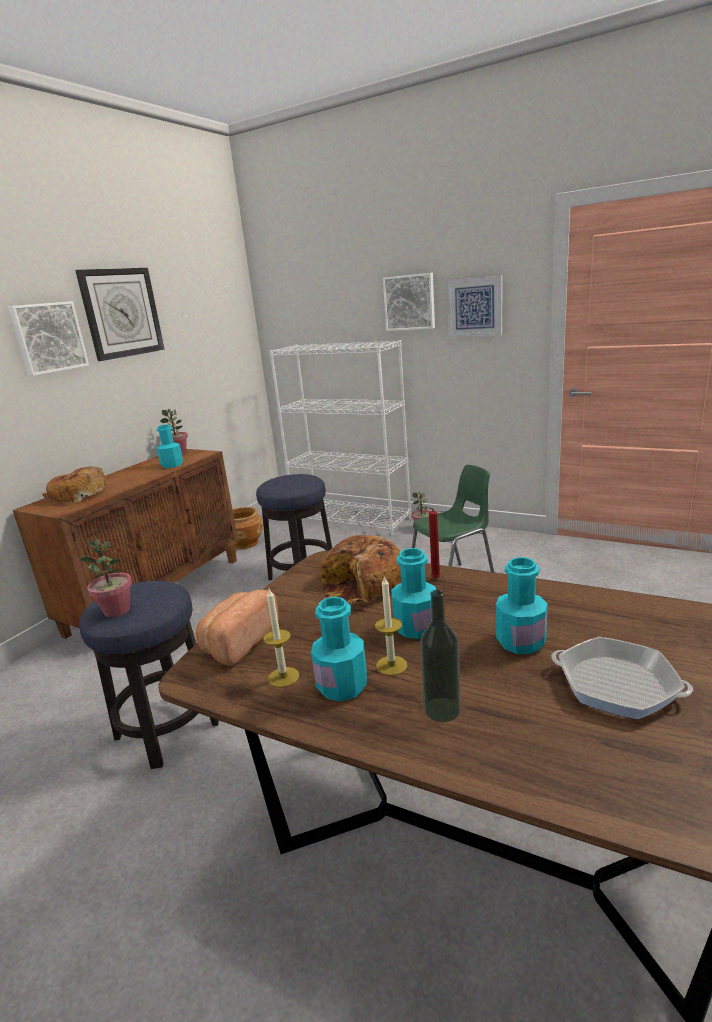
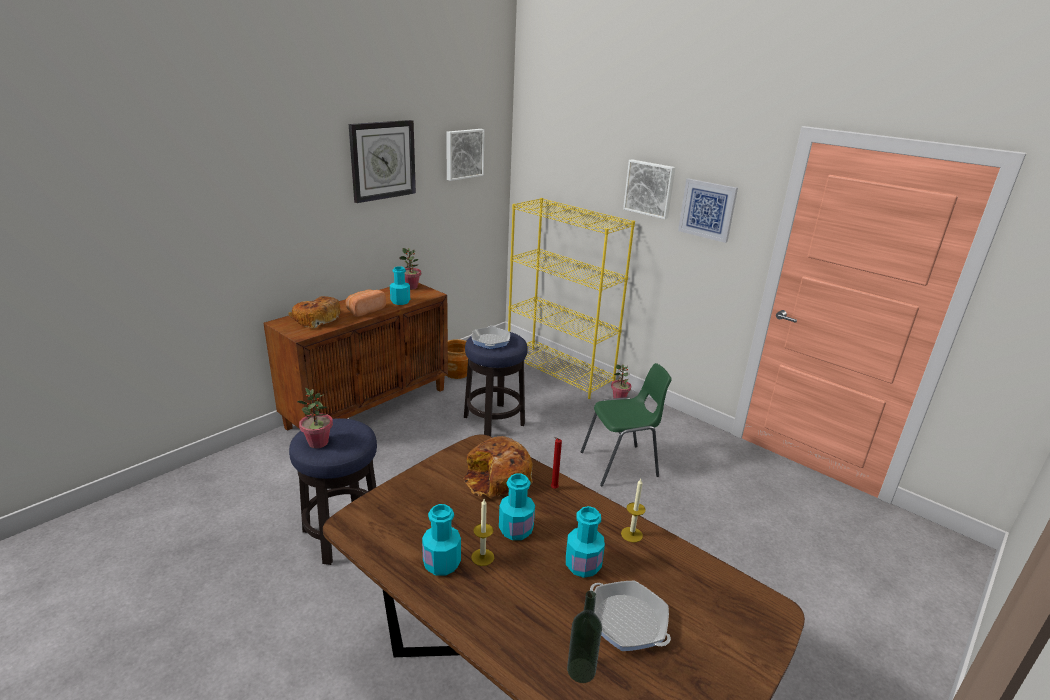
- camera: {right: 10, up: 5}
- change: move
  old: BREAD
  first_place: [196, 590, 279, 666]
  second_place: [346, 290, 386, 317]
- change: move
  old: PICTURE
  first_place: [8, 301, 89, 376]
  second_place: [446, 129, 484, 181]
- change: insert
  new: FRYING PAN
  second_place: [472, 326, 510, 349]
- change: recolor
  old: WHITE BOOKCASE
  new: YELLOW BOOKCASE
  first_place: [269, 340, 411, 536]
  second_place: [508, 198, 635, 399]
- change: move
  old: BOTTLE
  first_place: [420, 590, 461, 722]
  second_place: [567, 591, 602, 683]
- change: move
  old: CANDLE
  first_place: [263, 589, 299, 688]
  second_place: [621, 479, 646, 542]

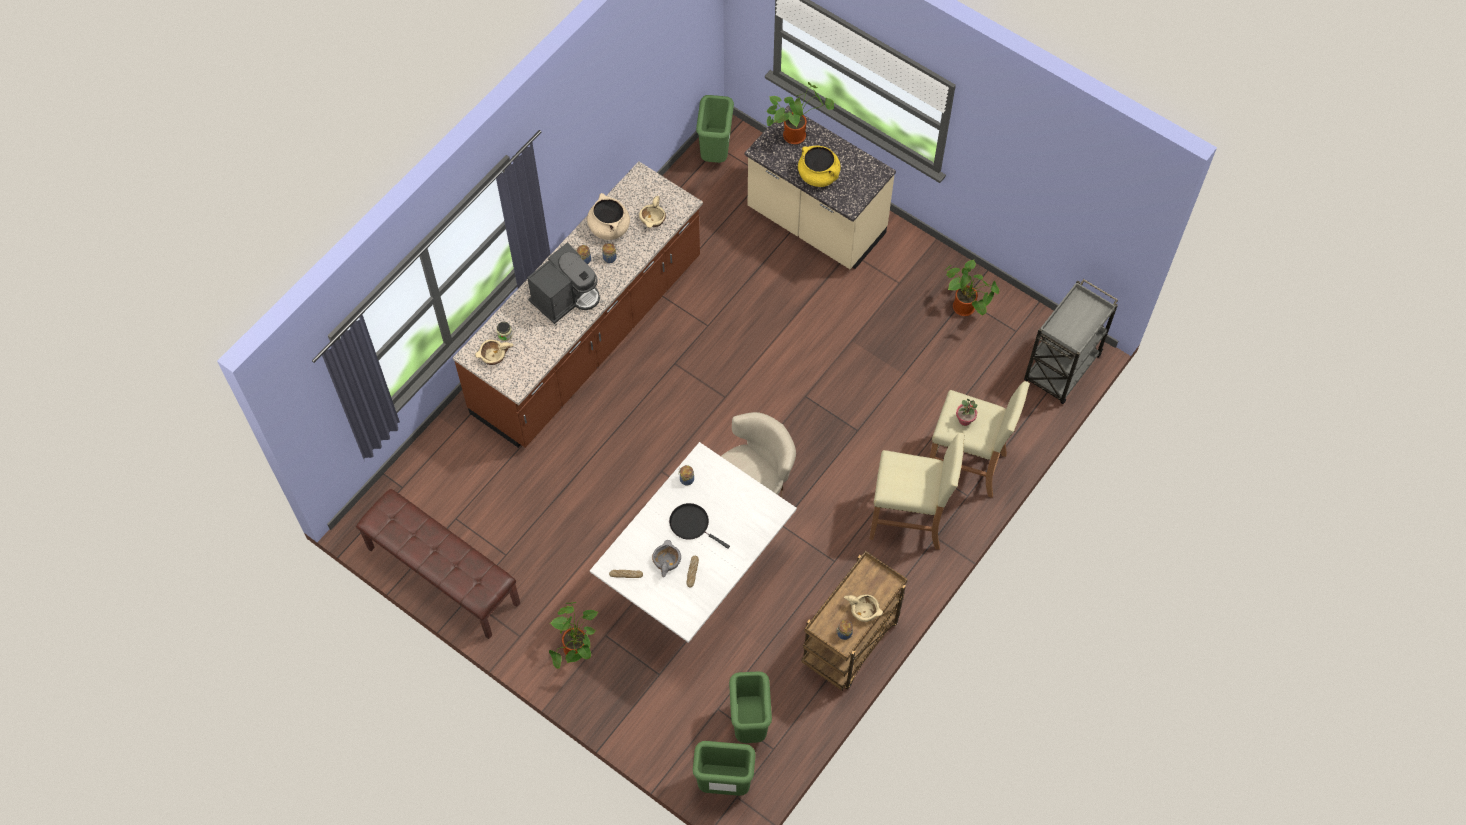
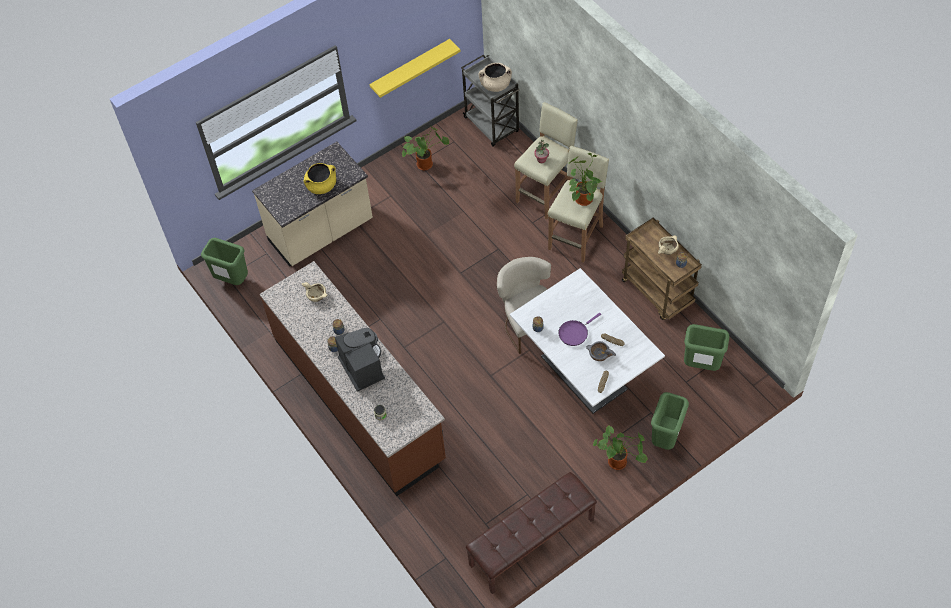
- camera: {right: -70, up: -5}
- change: insert
  new: YELLOW SHELF
  second_place: [369, 39, 461, 98]
- change: move
  old: BEIGE COOKING POT
  first_place: [587, 193, 630, 240]
  second_place: [479, 63, 512, 92]
- change: recolor
  old: BLACK FRYING PAN
  new: PURPLE FRYING PAN
  first_place: [669, 503, 730, 549]
  second_place: [558, 313, 601, 346]
- change: move
  old: POTTED PLANT
  first_place: [766, 82, 834, 144]
  second_place: [569, 153, 602, 206]
- change: move
  old: GREEN TRASH CAN
  first_place: [693, 741, 756, 796]
  second_place: [651, 392, 689, 450]
- change: delete
  old: BEIGE BOWL
  first_place: [475, 340, 514, 365]

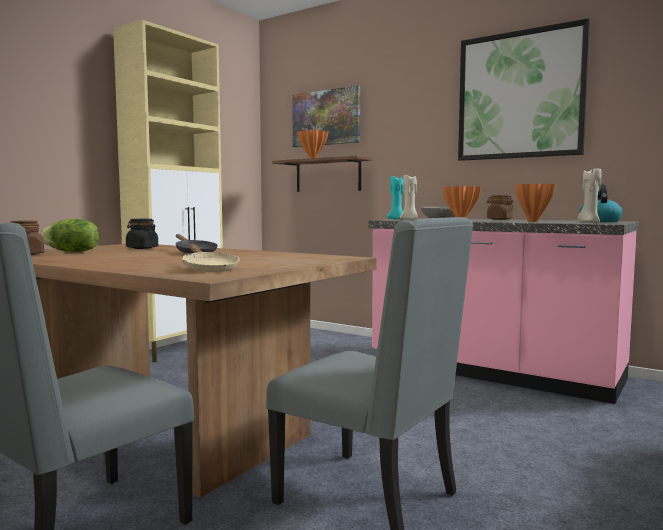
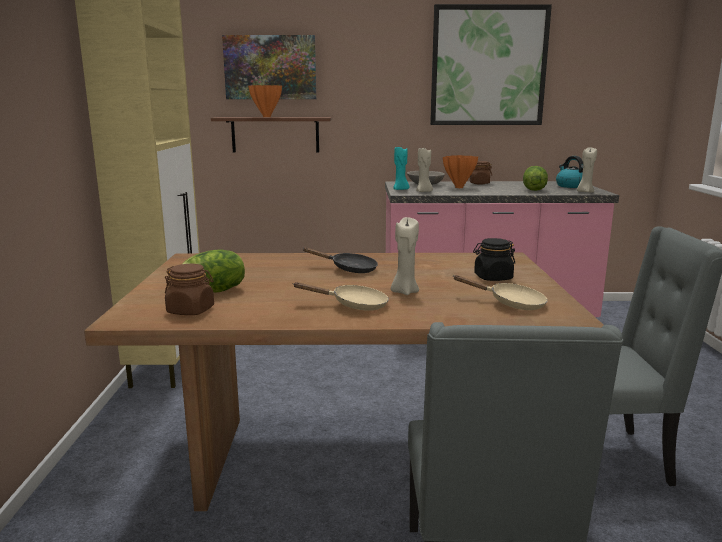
- camera: {right: -35, up: 10}
- change: insert
  new: BEIGE FRYING PAN
  second_place: [292, 282, 389, 311]
- change: insert
  new: BEIGE CANDLE
  second_place: [391, 217, 419, 295]
- change: move
  old: BLACK JAR
  first_place: [126, 219, 158, 249]
  second_place: [473, 238, 515, 281]
- change: replace
  old: ORANGE VASE
  new: LETTUCE
  first_place: [515, 184, 556, 222]
  second_place: [523, 166, 548, 191]

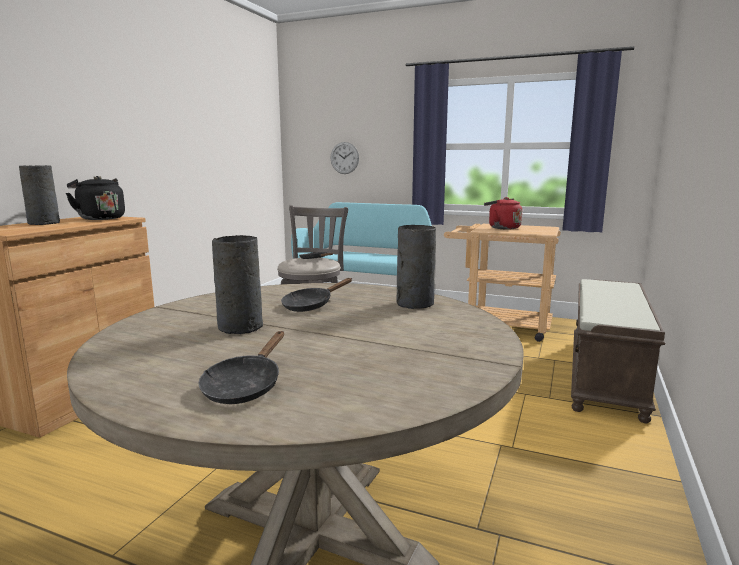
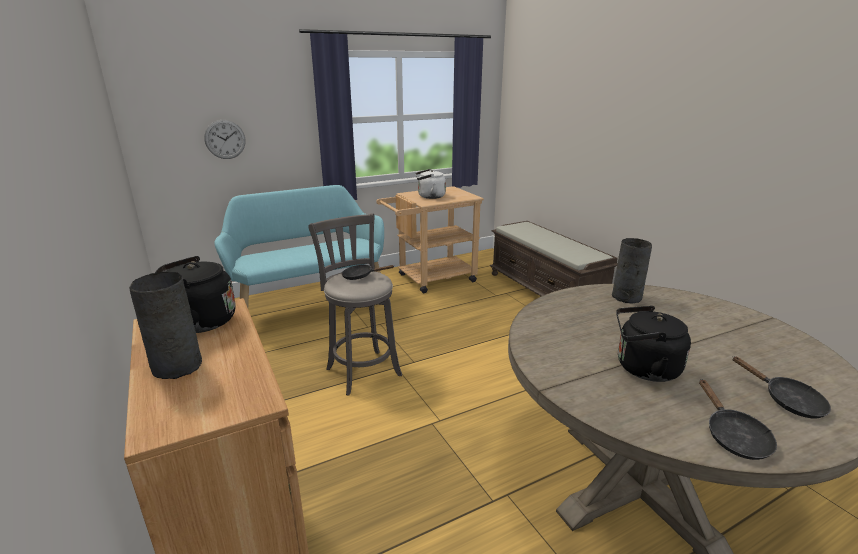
- camera: {right: -50, up: 10}
- change: recolor
  old: RED KETTLE
  new: WHITE KETTLE
  first_place: [484, 197, 522, 229]
  second_place: [415, 169, 446, 199]
- change: replace
  old: GREY VASE
  new: BLACK KETTLE
  first_place: [212, 235, 263, 334]
  second_place: [616, 306, 691, 382]
- change: move
  old: BLACK FRYING PAN
  first_place: [281, 278, 352, 312]
  second_place: [699, 379, 777, 460]

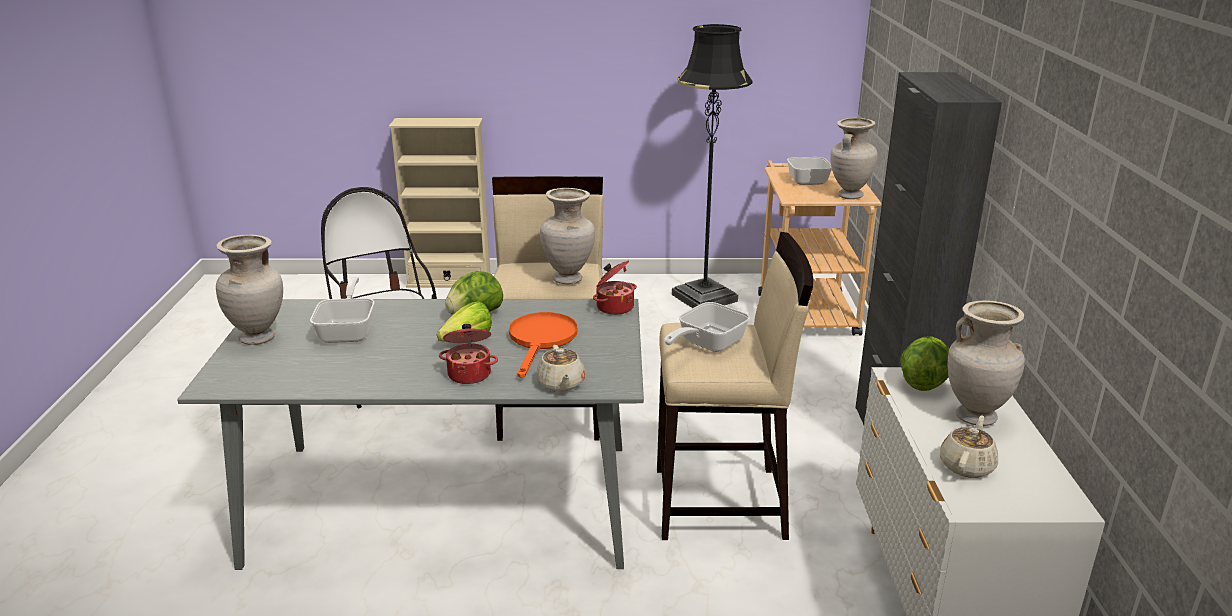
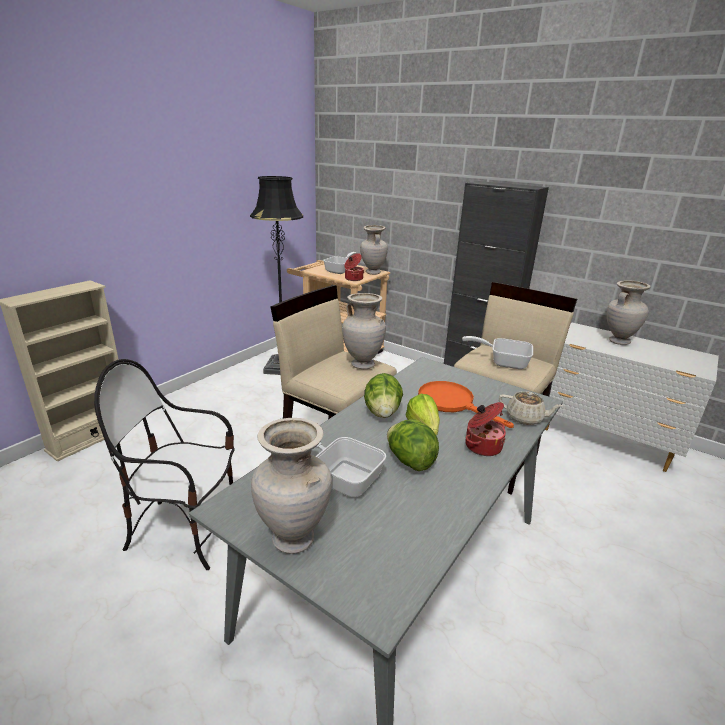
- camera: {right: -55, up: 0}
- change: move
  old: COOKING POT
  first_place: [593, 260, 637, 315]
  second_place: [345, 253, 364, 281]
- change: move
  old: LETTUCE
  first_place: [900, 336, 949, 391]
  second_place: [387, 419, 439, 471]
- change: rotate
  old: FRYING PAN
  first_place: [664, 302, 750, 352]
  second_place: [462, 336, 533, 369]
  degrees: 120
- change: delete
  old: BEIGE TEAPOT
  first_place: [940, 415, 998, 478]

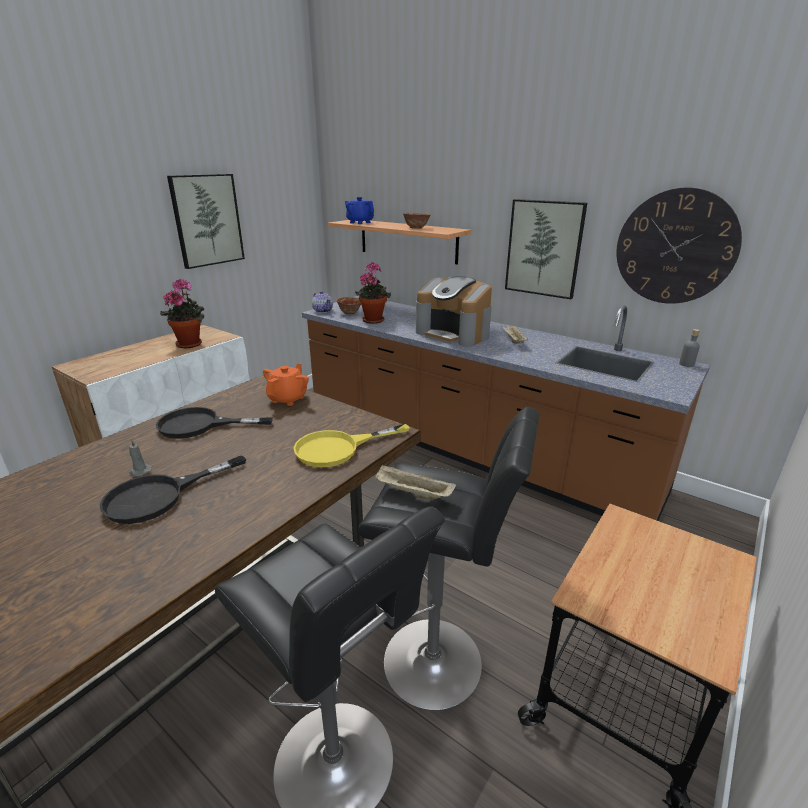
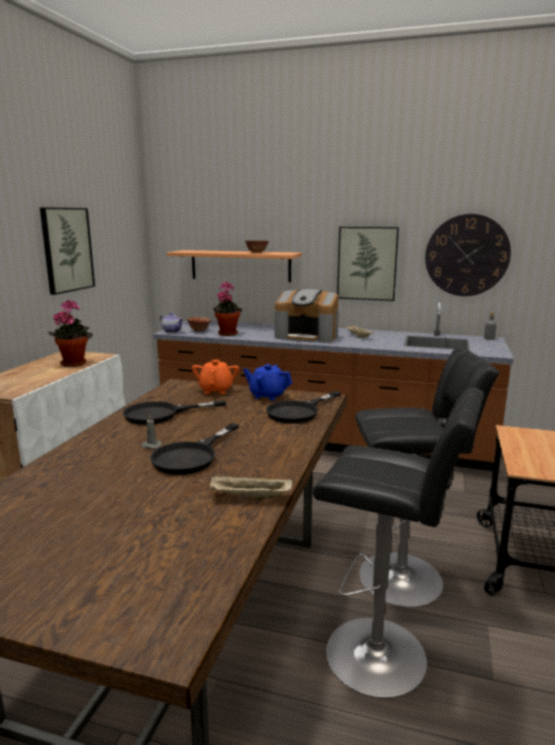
- camera: {right: -20, up: -10}
- change: move
  old: BEIGE TRAY
  first_place: [374, 465, 456, 499]
  second_place: [210, 476, 292, 500]
- change: move
  old: BLUE TEAPOT
  first_place: [345, 197, 374, 224]
  second_place: [243, 364, 292, 401]
- change: recolor
  old: YELLOW FRYING PAN
  new: BLACK FRYING PAN
  first_place: [293, 424, 409, 467]
  second_place: [266, 391, 341, 424]

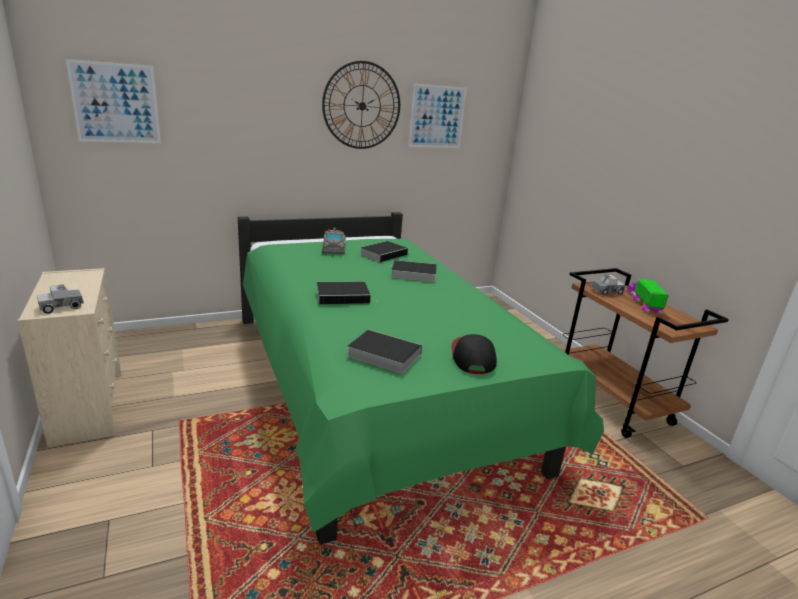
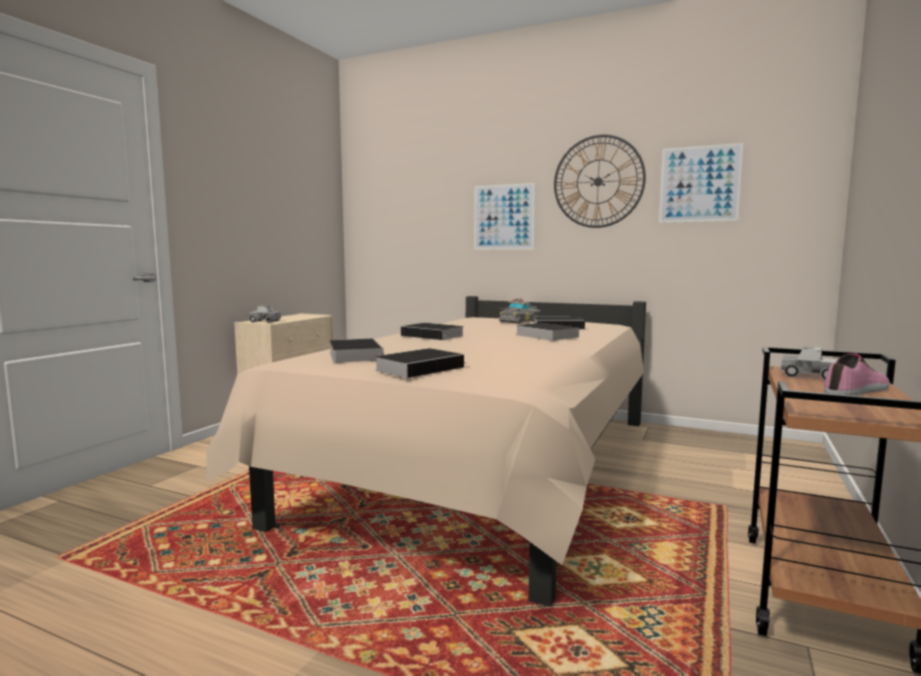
- camera: {right: 50, up: -15}
- change: recolor
  old: GREEN BED
  new: BEIGE BED
  first_place: [238, 212, 604, 545]
  second_place: [207, 296, 646, 607]
- change: replace
  old: CAP
  new: BOOK
  first_place: [452, 334, 497, 374]
  second_place: [374, 348, 465, 378]
- change: move
  old: PICTURE
  first_place: [66, 59, 161, 143]
  second_place: [474, 183, 535, 250]
- change: replace
  old: TOY TRUCK
  new: SHOE
  first_place: [627, 278, 669, 314]
  second_place: [824, 353, 890, 396]

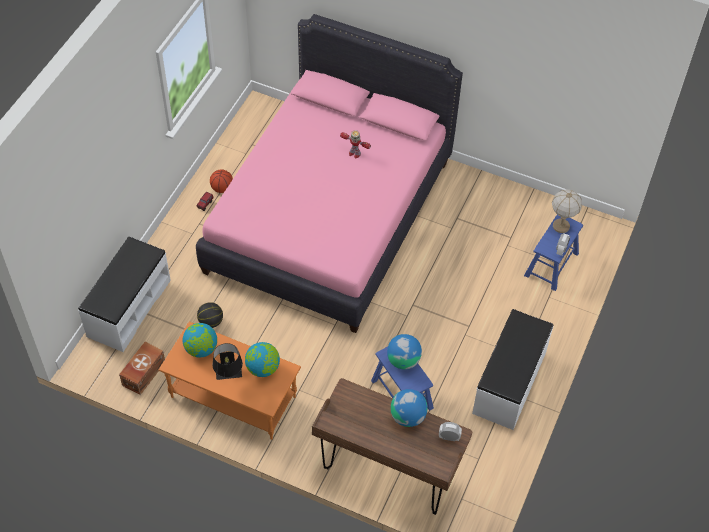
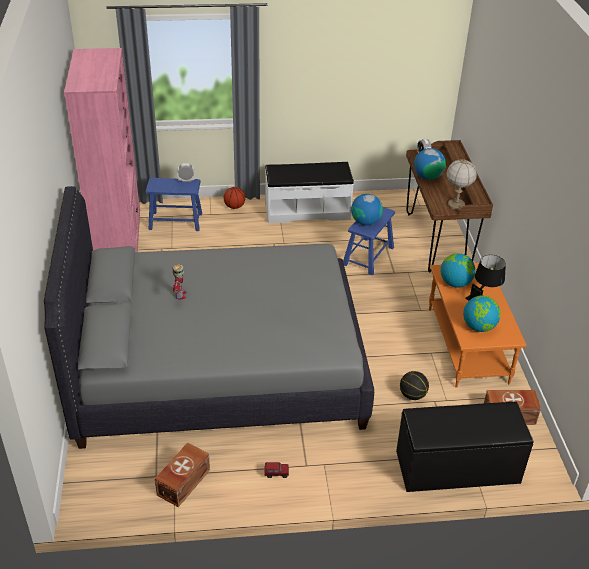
- camera: {right: -120, up: -15}
- change: recolor
  old: PINK BED
  new: GREY BED
  first_place: [196, 14, 463, 333]
  second_place: [44, 186, 374, 449]
- change: insert
  new: PINK BOOKCASE
  second_place: [64, 48, 140, 252]
- change: insert
  new: BROWN STORAGE BOX
  second_place: [155, 443, 210, 507]
- change: move
  old: BASKETBALL
  first_place: [210, 169, 233, 193]
  second_place: [224, 187, 245, 209]
- change: recolor
  old: WHITE BENCH
  new: BLACK BENCH
  first_place: [78, 237, 171, 352]
  second_place: [396, 402, 533, 492]
- change: move
  old: TABLE LAMP
  first_place: [552, 189, 582, 233]
  second_place: [446, 159, 477, 210]

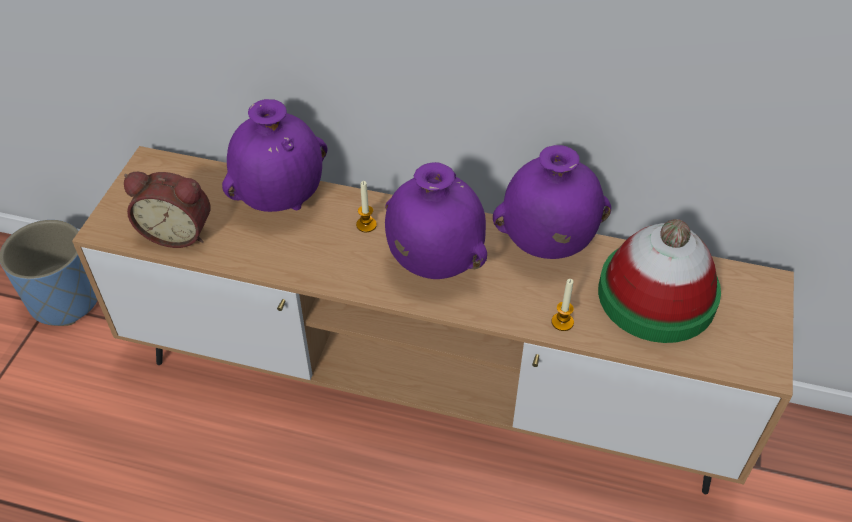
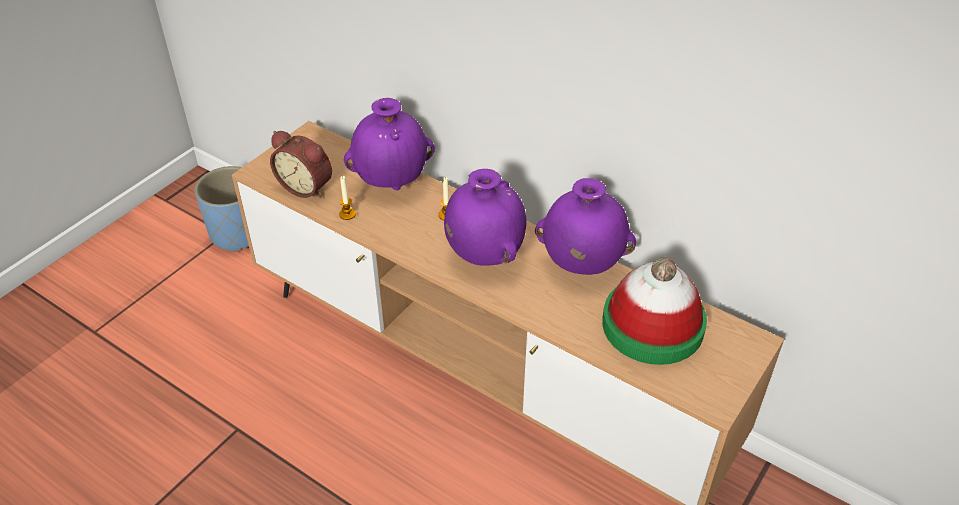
- camera: {right: 20, up: -5}
- change: move
  old: CANDLE
  first_place: [552, 279, 574, 331]
  second_place: [339, 176, 356, 220]

